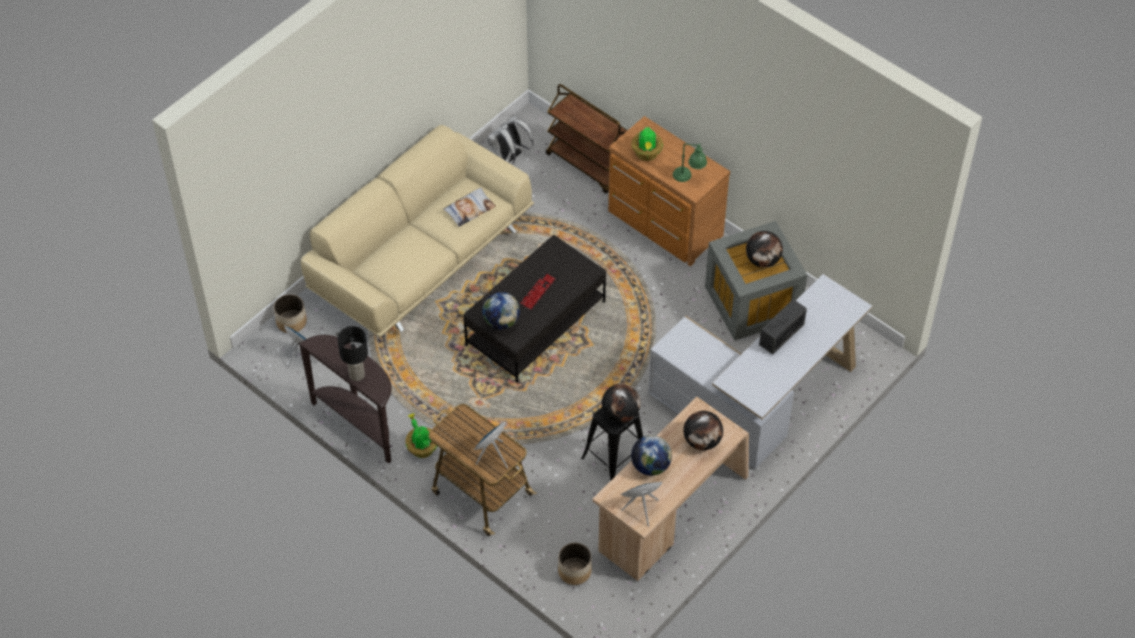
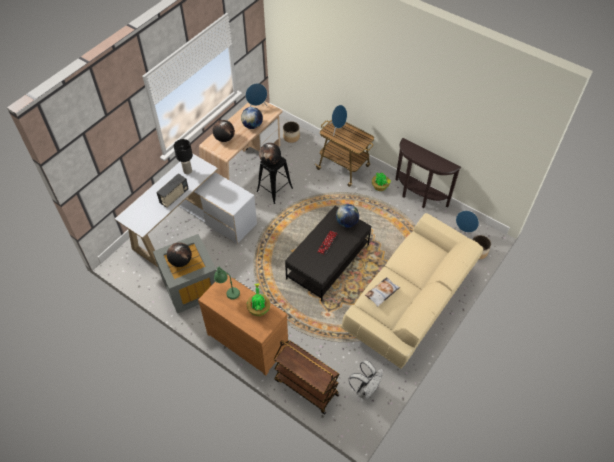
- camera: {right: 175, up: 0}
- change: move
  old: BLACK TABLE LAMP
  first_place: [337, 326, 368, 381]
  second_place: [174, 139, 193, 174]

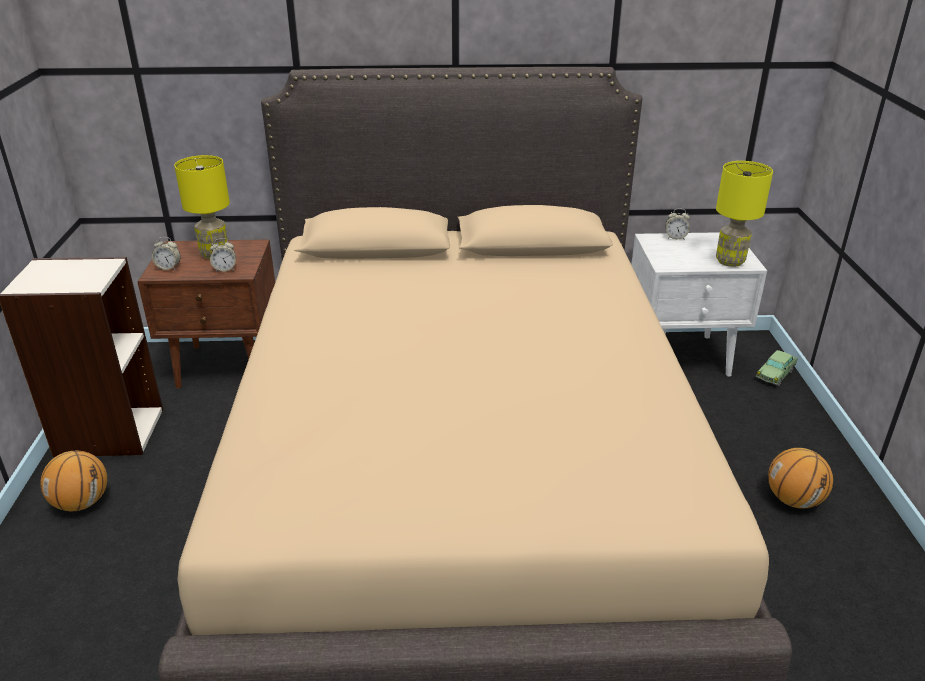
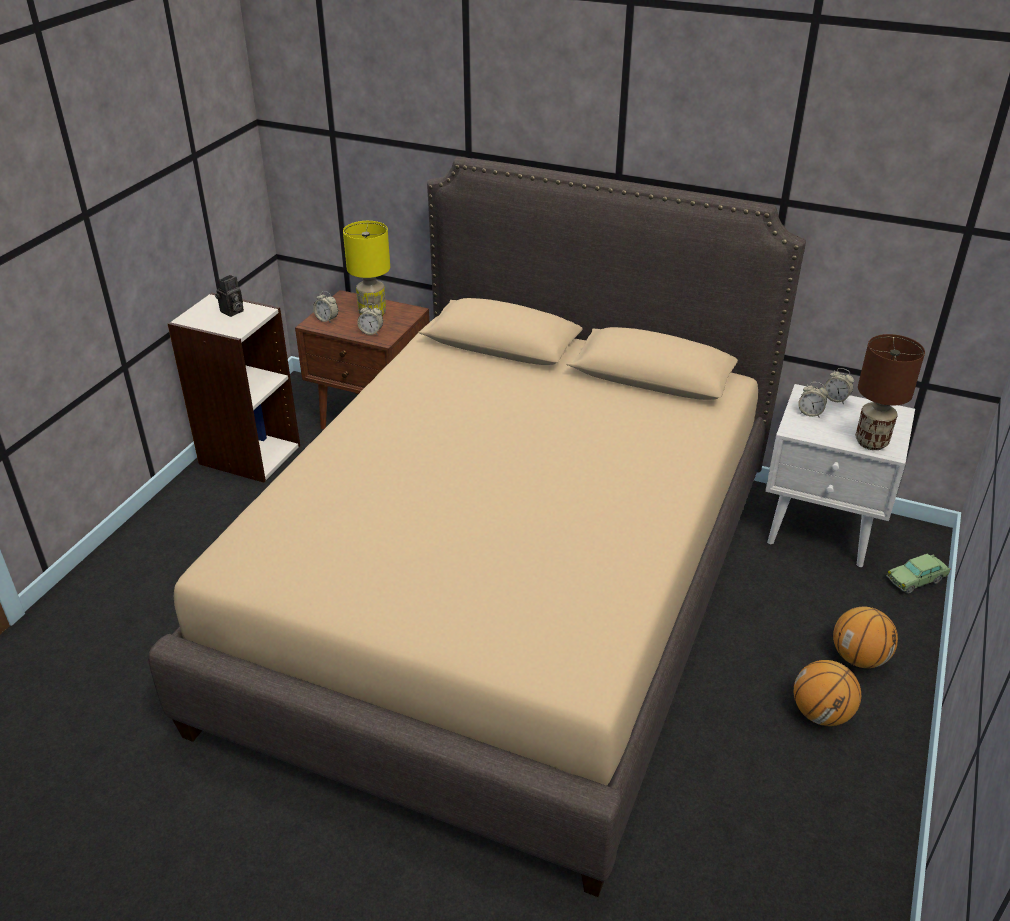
- camera: {right: 25, up: 5}
- change: insert
  new: PHOTO CAMERA
  second_place: [215, 275, 244, 317]
- change: insert
  new: ALARM CLOCK
  second_place: [798, 382, 828, 417]
- change: move
  old: BASKETBALL
  first_place: [40, 451, 107, 511]
  second_place: [833, 607, 898, 668]
- change: recolor
  old: YELLOW TABLE LAMP
  new: BROWN TABLE LAMP
  first_place: [716, 161, 773, 267]
  second_place: [856, 334, 925, 450]

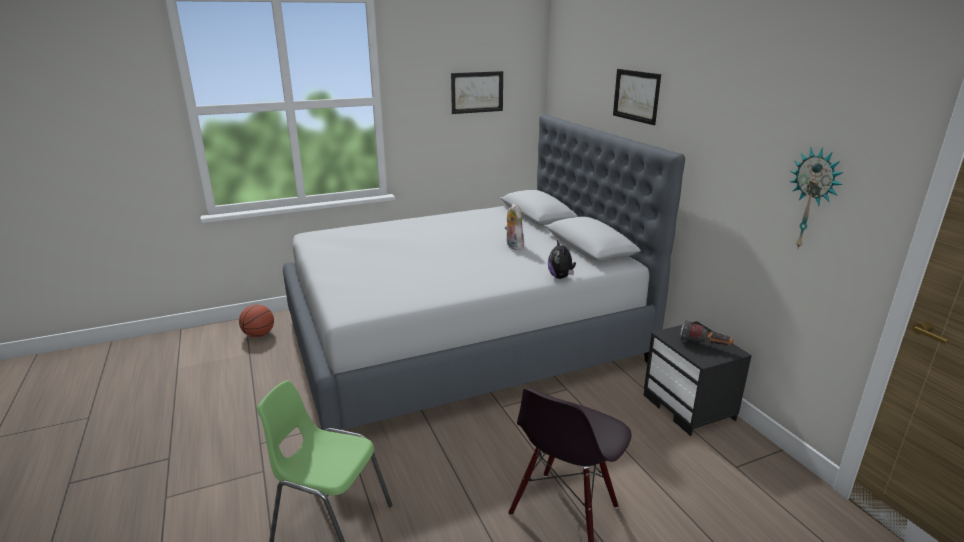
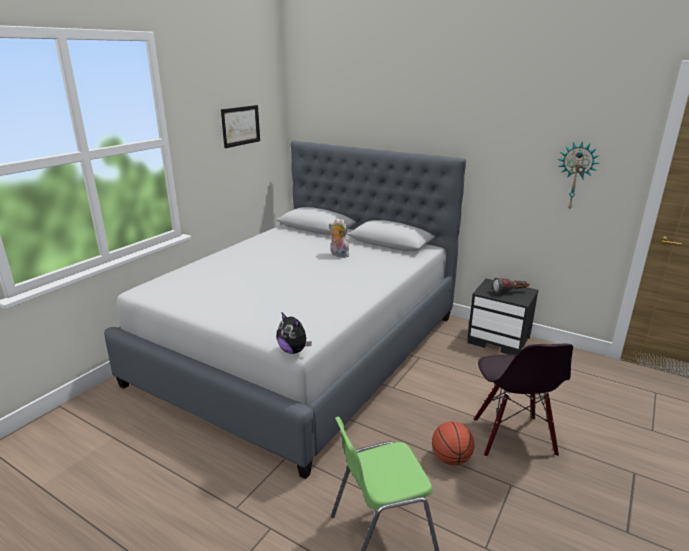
- camera: {right: -35, up: 0}
- change: move
  old: PLUSH TOY
  first_place: [548, 241, 576, 279]
  second_place: [276, 313, 312, 354]
- change: move
  old: BASKETBALL
  first_place: [239, 304, 274, 337]
  second_place: [432, 422, 474, 465]
- change: delete
  old: PICTURE
  first_place: [613, 69, 661, 125]

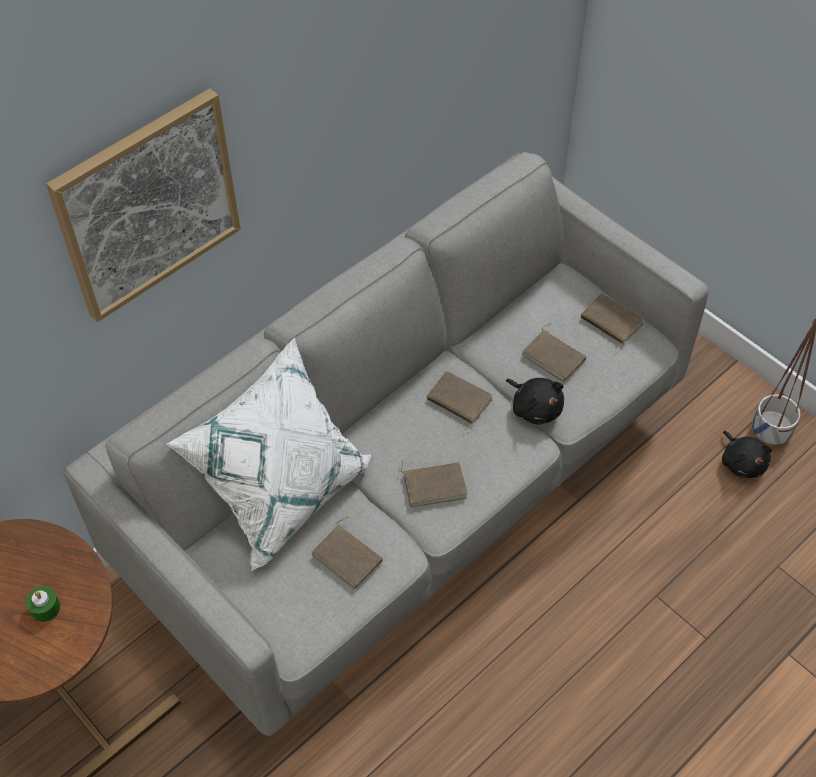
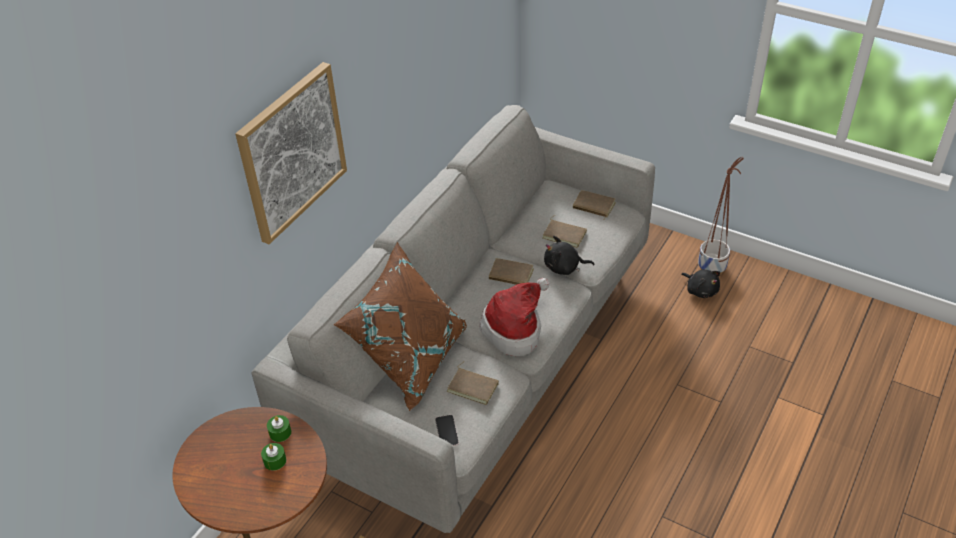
- camera: {right: -15, up: -10}
- change: insert
  new: GREEN CANDLE
  second_place: [267, 415, 291, 442]
- change: recolor
  old: WHITE PILLOW
  new: BROWN PILLOW
  first_place: [167, 337, 372, 571]
  second_place: [334, 242, 467, 411]
- change: insert
  new: PHONE
  second_place: [435, 415, 459, 446]
- change: replace
  old: BROWN BOOK
  new: HAT
  first_place: [401, 461, 468, 507]
  second_place: [479, 278, 549, 356]
- change: rotate
  old: BLACK PLUSH TOY
  first_place: [506, 378, 564, 425]
  second_place: [544, 236, 594, 275]
  degrees: 150

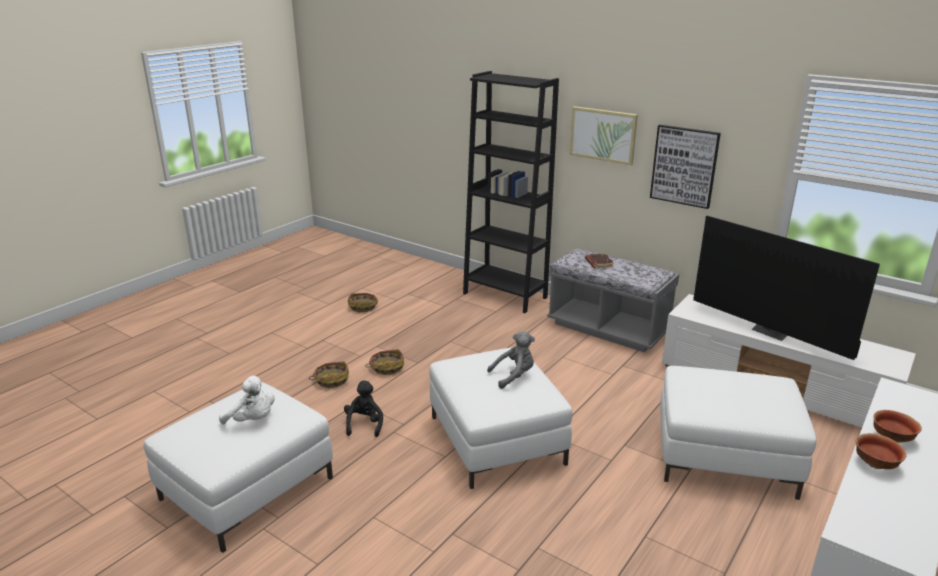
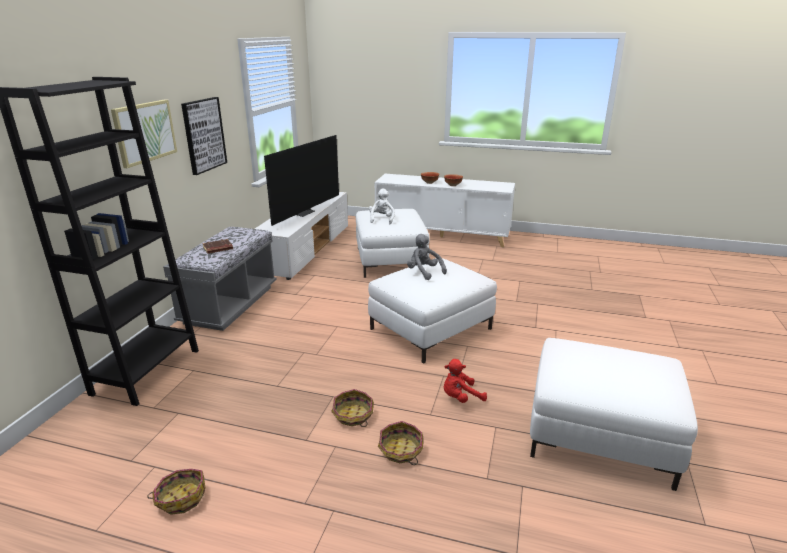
- camera: {right: -110, up: 0}
- change: move
  old: WHITE PLUSH TOY
  first_place: [219, 376, 274, 425]
  second_place: [369, 188, 395, 225]
- change: recolor
  old: BLACK PLUSH TOY
  new: RED PLUSH TOY
  first_place: [344, 380, 383, 437]
  second_place: [444, 359, 487, 403]

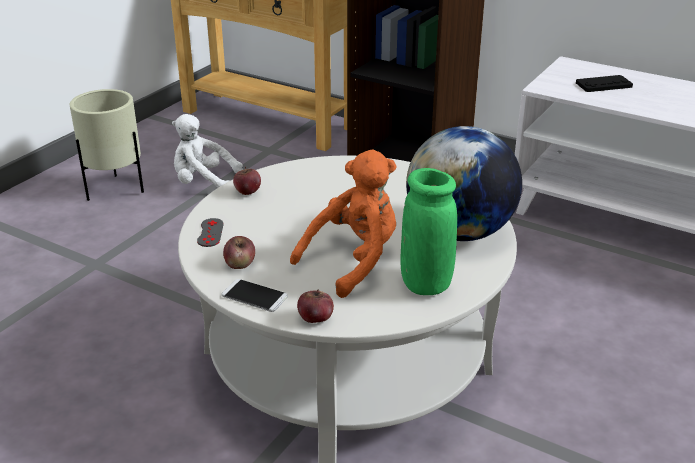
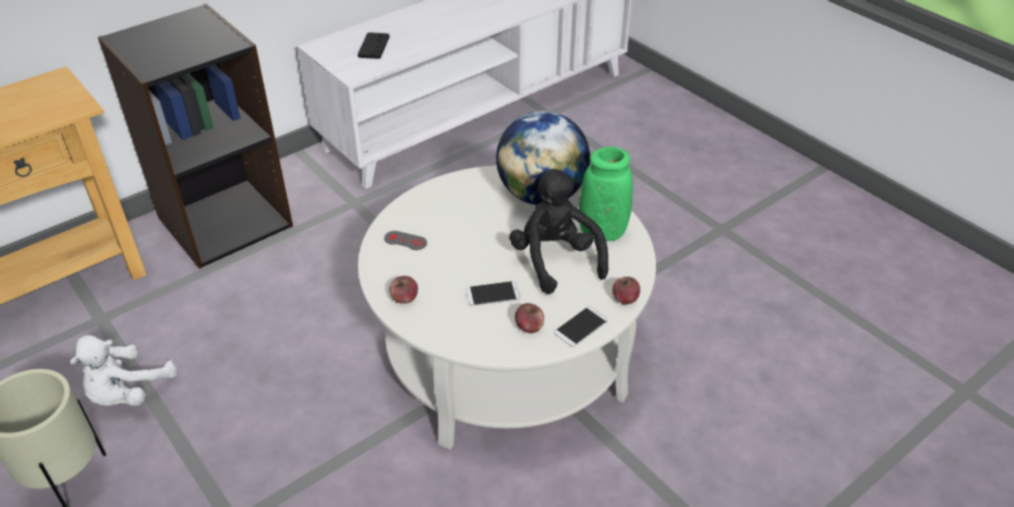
- camera: {right: -70, up: 10}
- change: move
  old: GREY GAME CONTROLLER
  first_place: [197, 218, 224, 247]
  second_place: [384, 231, 427, 250]
- change: insert
  new: PHONE
  second_place: [466, 281, 520, 306]
- change: recolor
  old: ORANGE PLUSH TOY
  new: BLACK PLUSH TOY
  first_place: [290, 150, 397, 298]
  second_place: [509, 169, 608, 294]

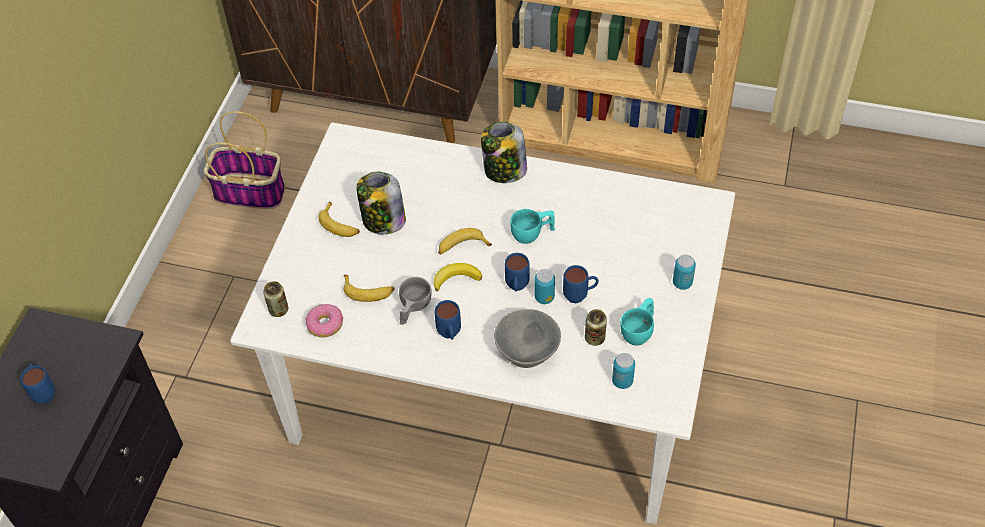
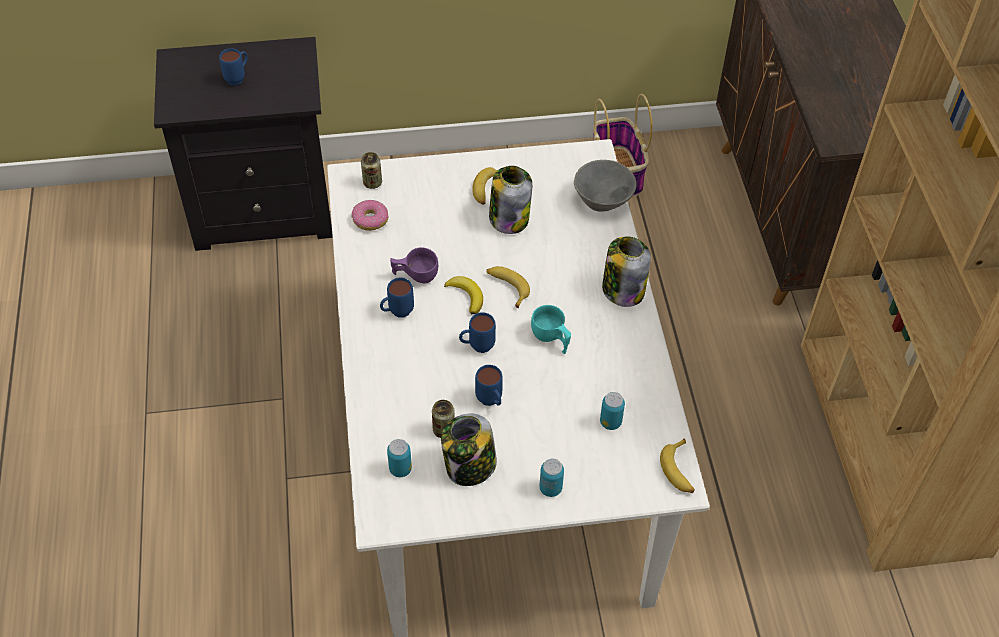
- camera: {right: 65, up: 0}
- change: recolor
  old: GREY CUP
  new: PURPLE CUP
  first_place: [399, 277, 432, 325]
  second_place: [390, 247, 438, 283]
- change: replace
  old: TURQUOISE CUP
  new: JAR
  first_place: [620, 298, 654, 346]
  second_place: [441, 413, 497, 486]
- change: move
  old: GREY BOWL
  first_place: [494, 309, 561, 368]
  second_place: [574, 160, 637, 211]
- change: move
  old: CAN
  first_place: [535, 269, 555, 304]
  second_place: [600, 392, 625, 430]
- change: move
  old: BANANA
  first_place: [344, 275, 395, 302]
  second_place: [660, 438, 695, 493]

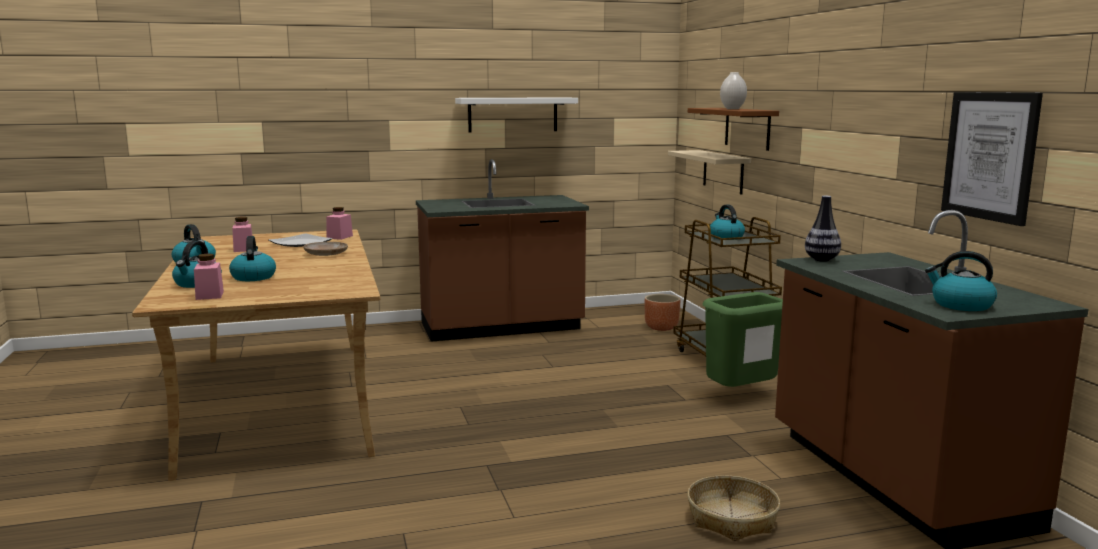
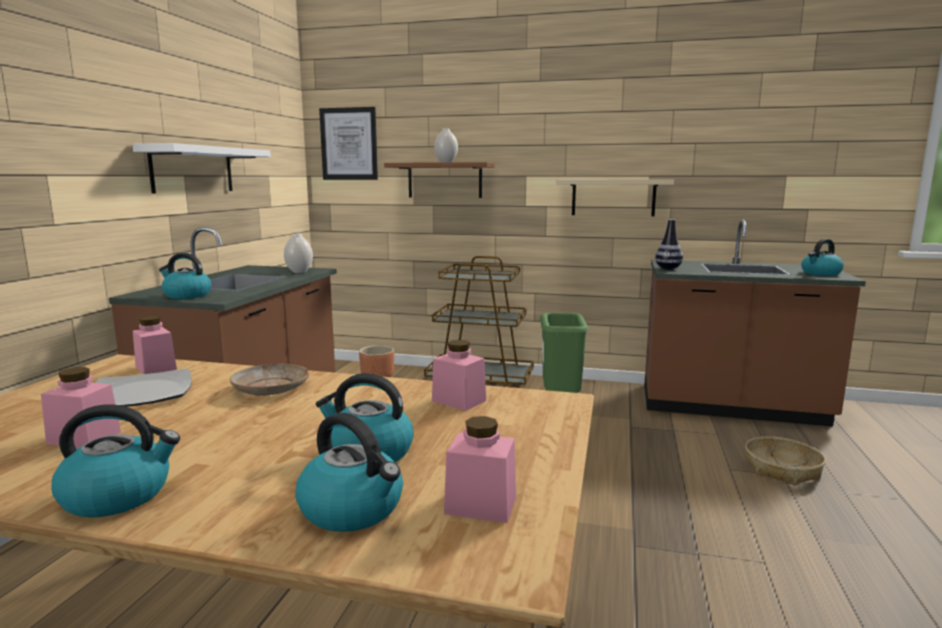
- camera: {right: -60, up: 0}
- change: move
  old: KETTLE
  first_place: [710, 205, 745, 240]
  second_place: [159, 253, 211, 299]
- change: insert
  new: WHITE VASE
  second_place: [284, 234, 313, 273]
- change: move
  old: PICTURE
  first_place: [941, 92, 1043, 226]
  second_place: [319, 107, 378, 180]
- change: insert
  new: PINK JAR
  second_place: [432, 340, 486, 411]
- change: move
  old: BEIGE SHELF
  first_place: [668, 150, 751, 195]
  second_place: [556, 179, 674, 216]

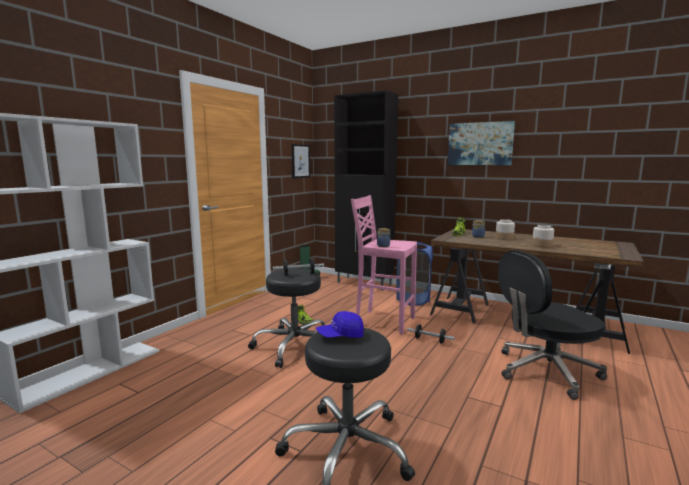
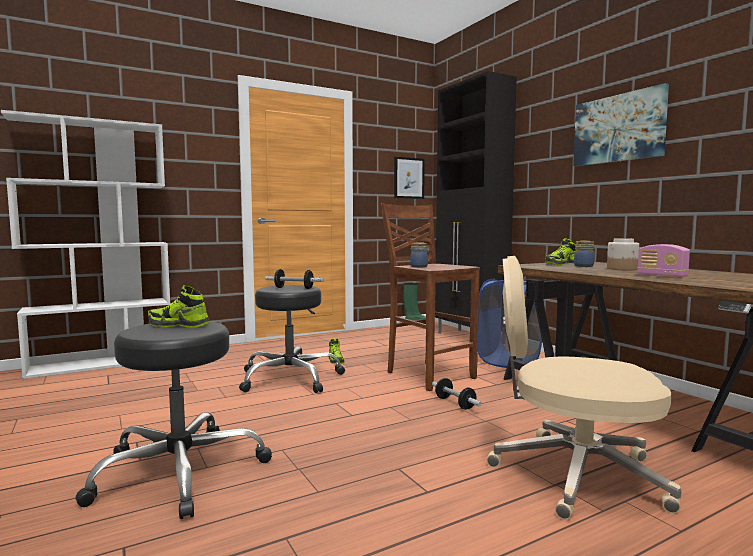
- camera: {right: 30, up: -5}
- change: replace
  old: BLUE CAP
  new: SHOE
  first_place: [316, 311, 364, 338]
  second_place: [148, 286, 209, 328]
- change: recolor
  old: PINK STOOL
  new: BROWN STOOL
  first_place: [351, 195, 417, 335]
  second_place: [381, 203, 480, 391]
- change: recolor
  old: BLACK OFFICE CHAIR
  new: BEIGE OFFICE CHAIR
  first_place: [498, 250, 607, 400]
  second_place: [487, 256, 682, 520]
- change: replace
  old: JAR
  new: RADIO
  first_place: [532, 225, 554, 248]
  second_place: [637, 244, 690, 278]

